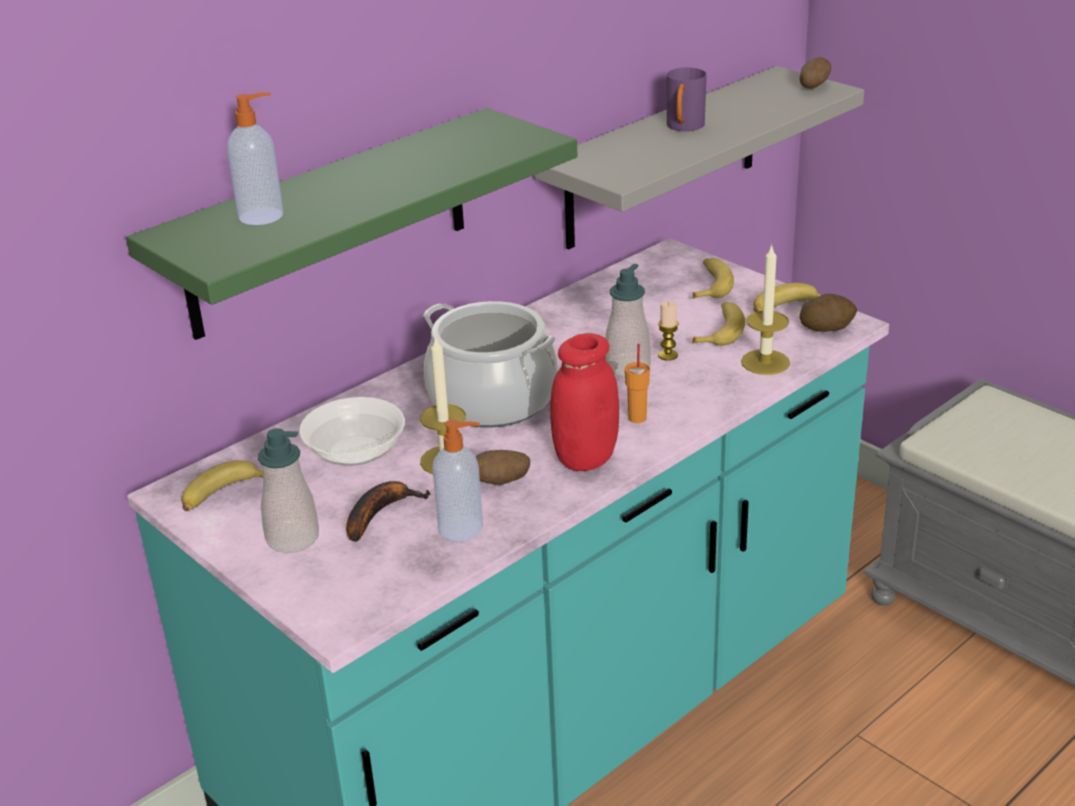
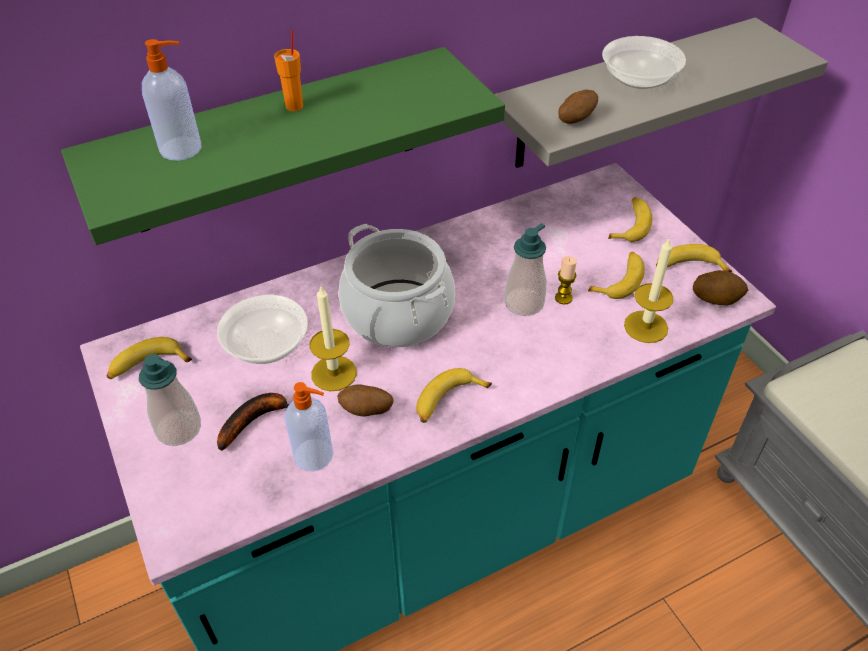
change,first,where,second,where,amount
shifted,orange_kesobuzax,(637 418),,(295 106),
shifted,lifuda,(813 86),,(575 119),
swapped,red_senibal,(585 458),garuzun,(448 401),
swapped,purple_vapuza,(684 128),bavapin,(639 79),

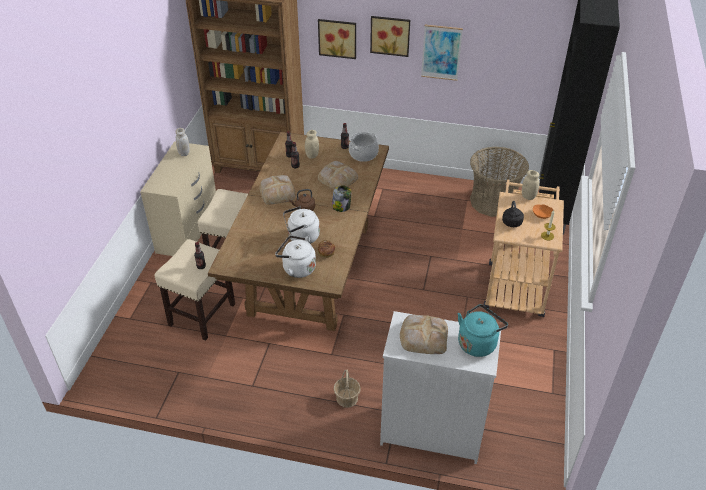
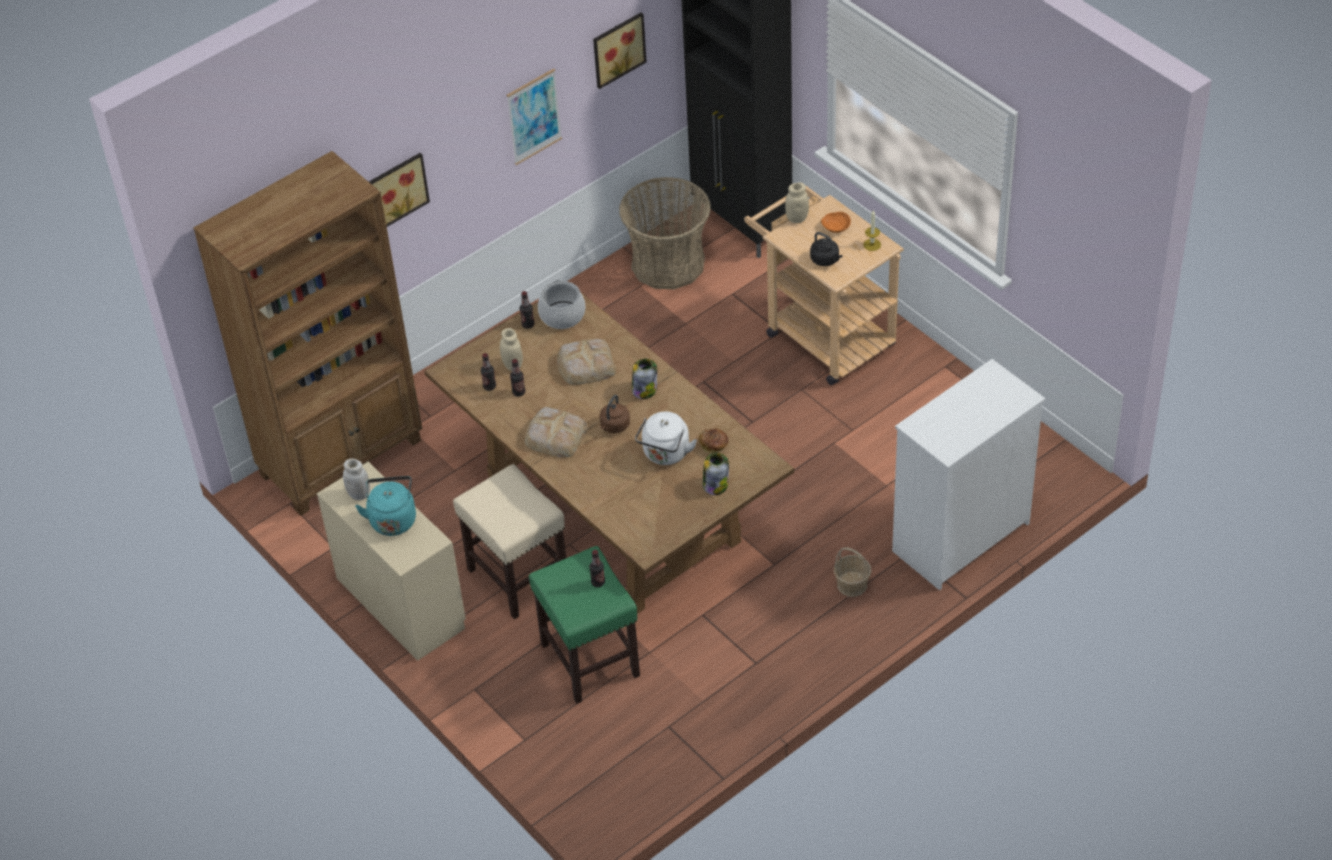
change,first,where,second,where,amount
gone,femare,(423 336),,,
shifted,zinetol,(390 35),,(617 48),
shifted,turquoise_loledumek,(478 343),,(392 519),
swapped,white_loledumek,(297 268),senibal,(715 485),
repainted,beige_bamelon,(202 314),green_bamelon,(589 659),

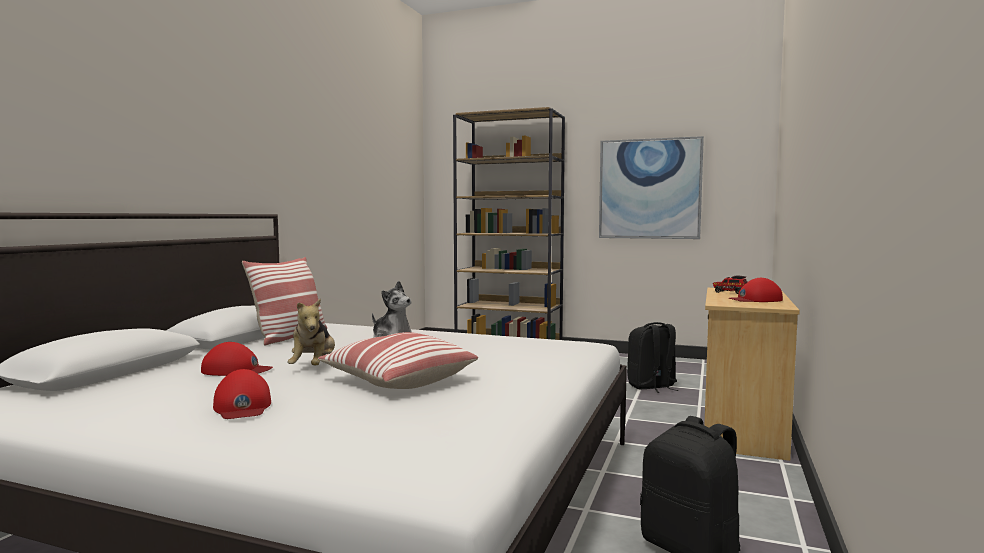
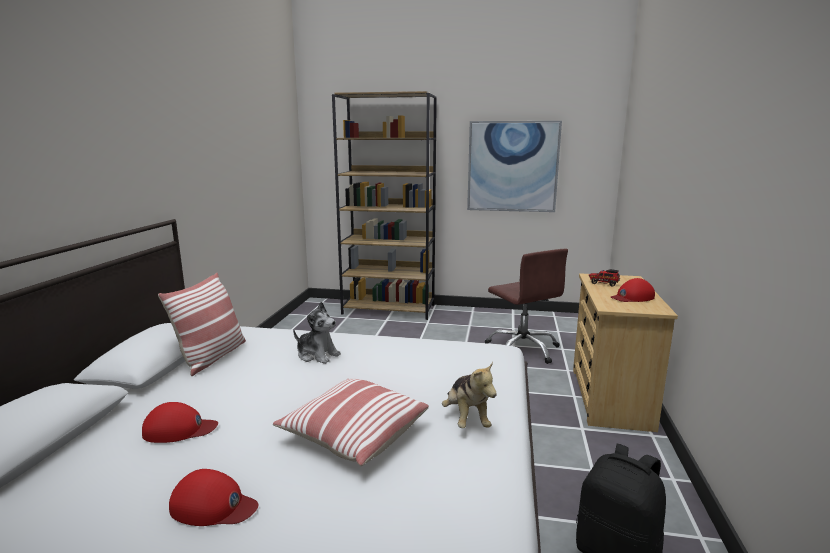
change,first,where,second,where,amount
shifted,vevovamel,(314 367),,(466 419),
swapped,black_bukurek,(652 387),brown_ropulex,(523 349),
rotated,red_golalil,(242 406),,(213 506),45 degrees counterclockwise

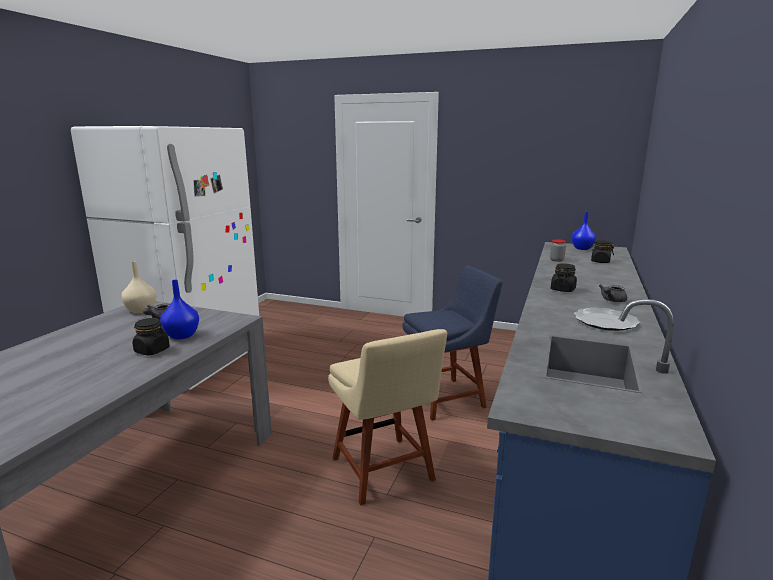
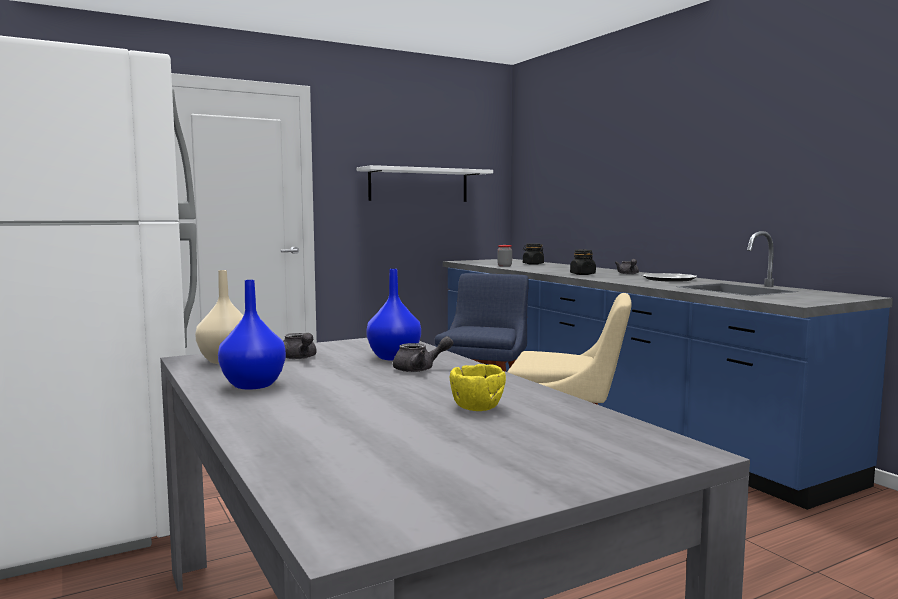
change,first,where,second,where,amount
new,,,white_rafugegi,(418 185),
new,,,yellow_bavapin,(476 407),
shifted,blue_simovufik,(582 248),,(253 385),
swapped,black_senibal,(152 350),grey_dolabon,(420 369),

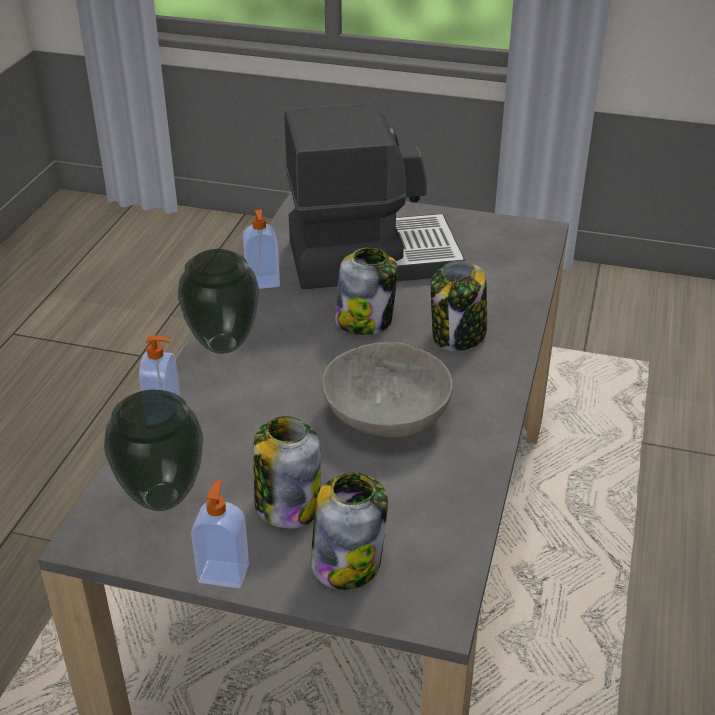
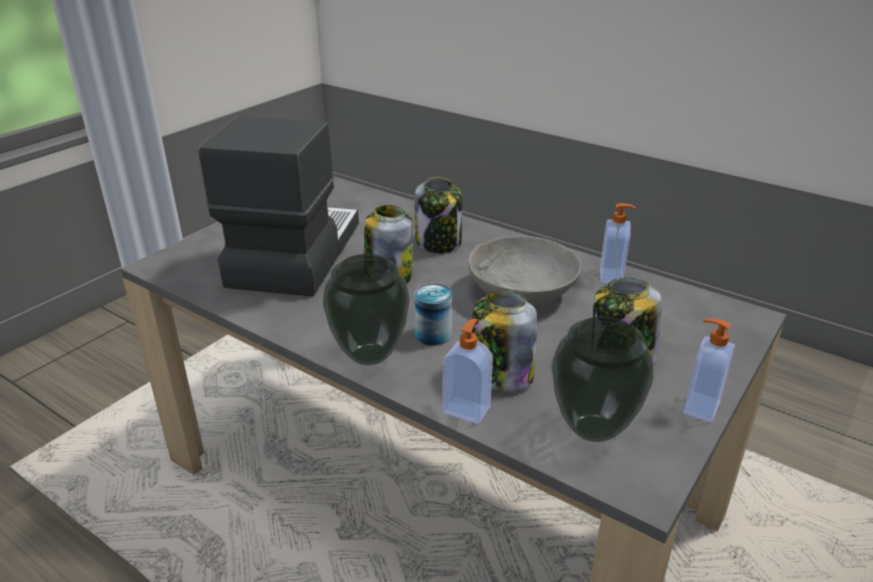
change,first,where,second,where,amount
new,,,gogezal,(433 334),
shifted,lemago,(263 283),,(612 276),
shifted,senibal,(347 562),,(500 374),

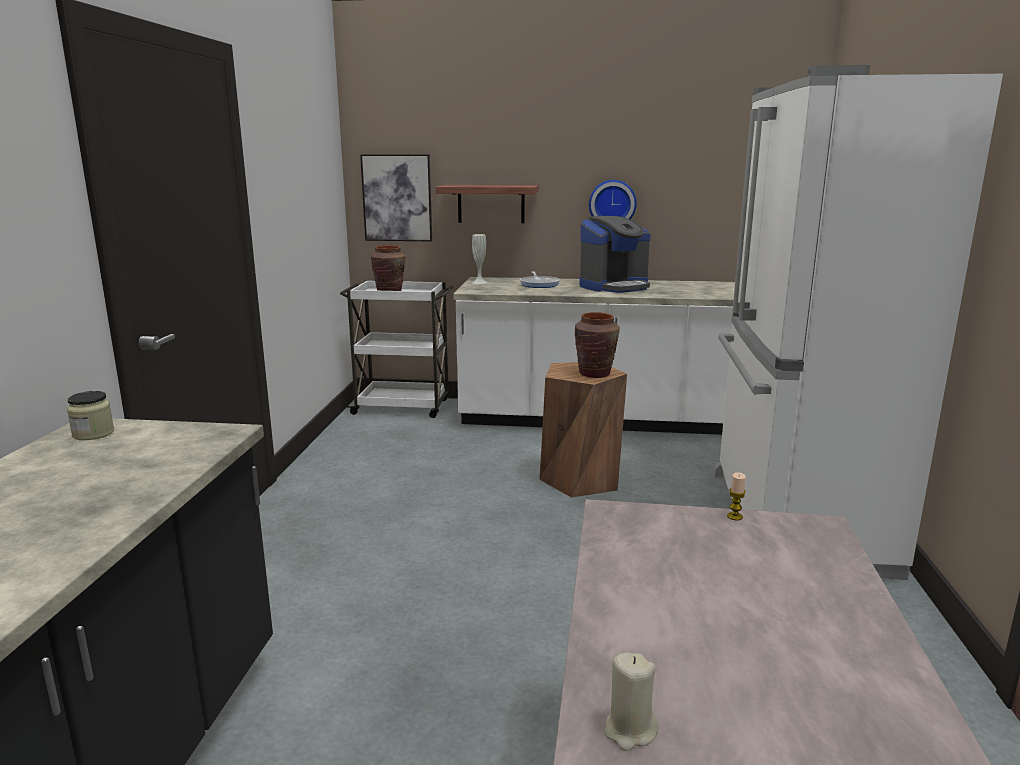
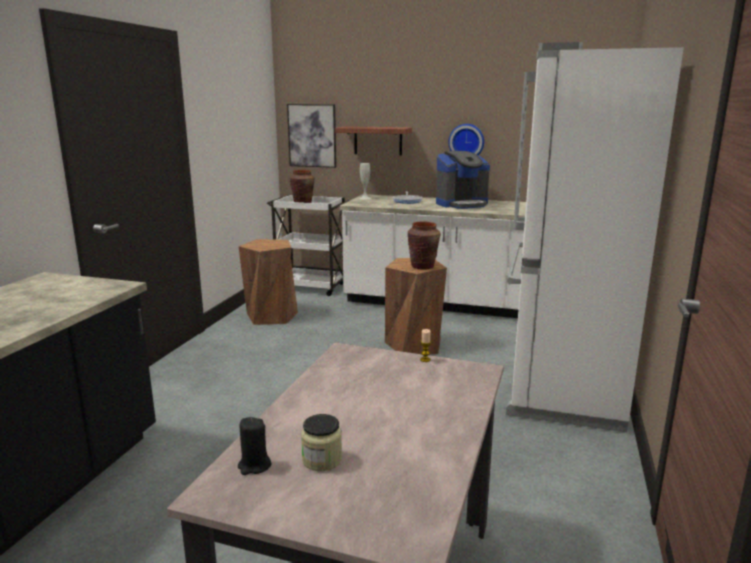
change,first,where,second,where,amount
new,,,brown_bamelon,(271 316),
shifted,senibal,(93 434),,(322 460),
repainted,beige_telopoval,(629 731),black_telopoval,(254 466),

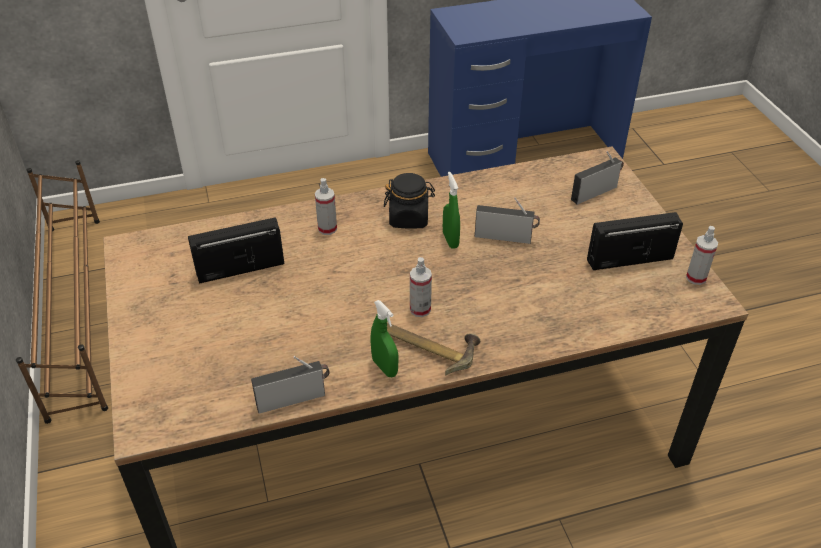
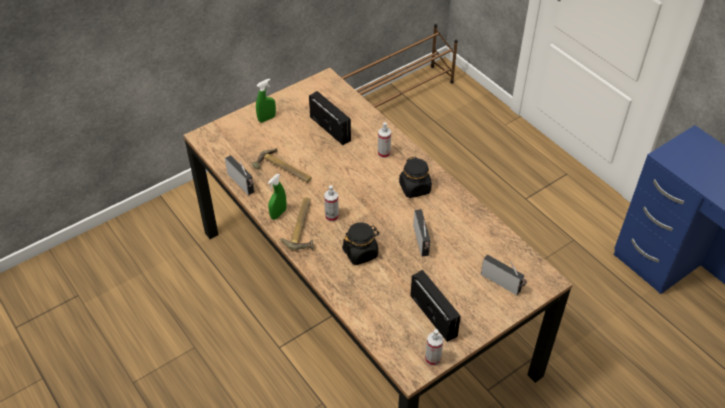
change,first,where,second,where,amount
new,,,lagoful,(283 171),
new,,,black_senibal,(360 253),
shifted,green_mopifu,(450 240),,(267 118),

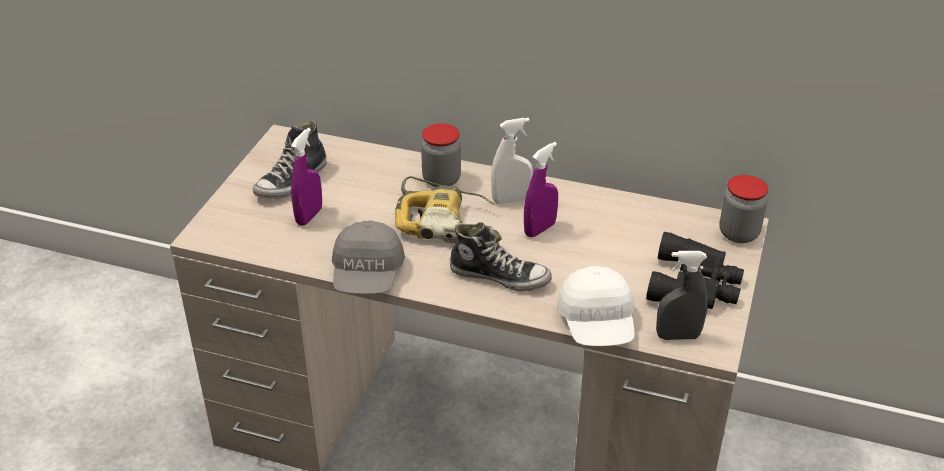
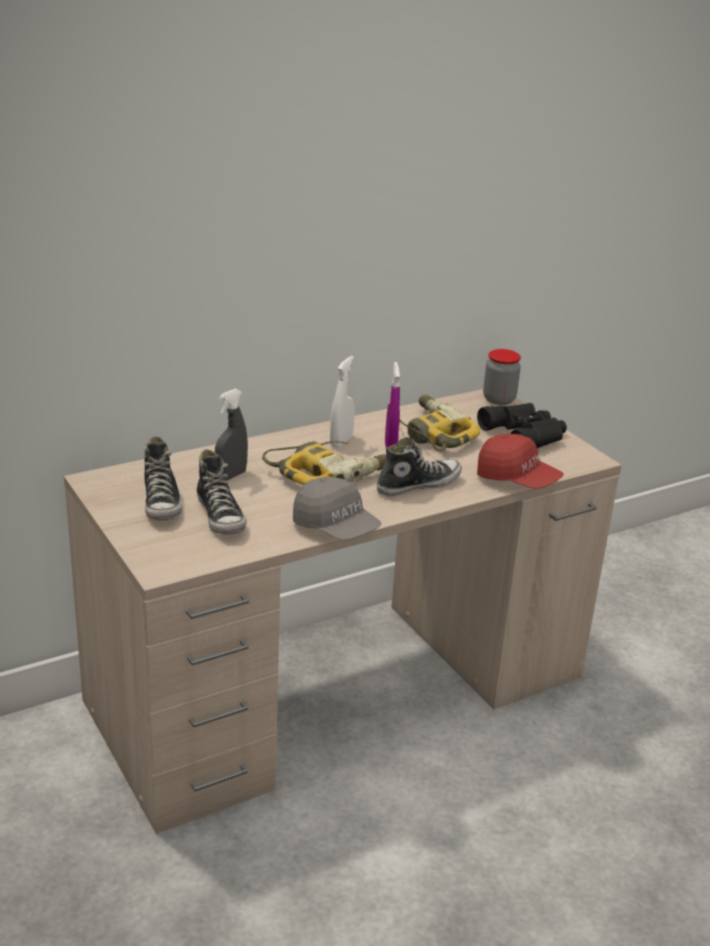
change,first,where,second,where,amount
gone,senibal,(441 179),,,
new,,,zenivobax,(430 433),
shifted,grey_mopifu,(678 336),,(231 476),
swapped,purple_mopifu,(309 216),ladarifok,(221 516),
repainted,white_golalil,(597 324),red_golalil,(517 479),

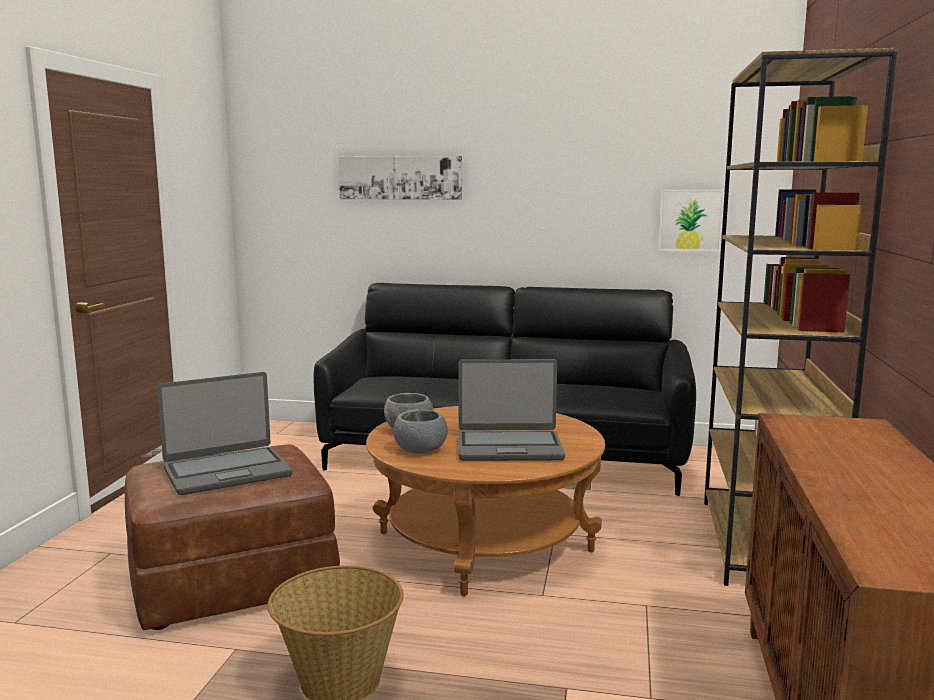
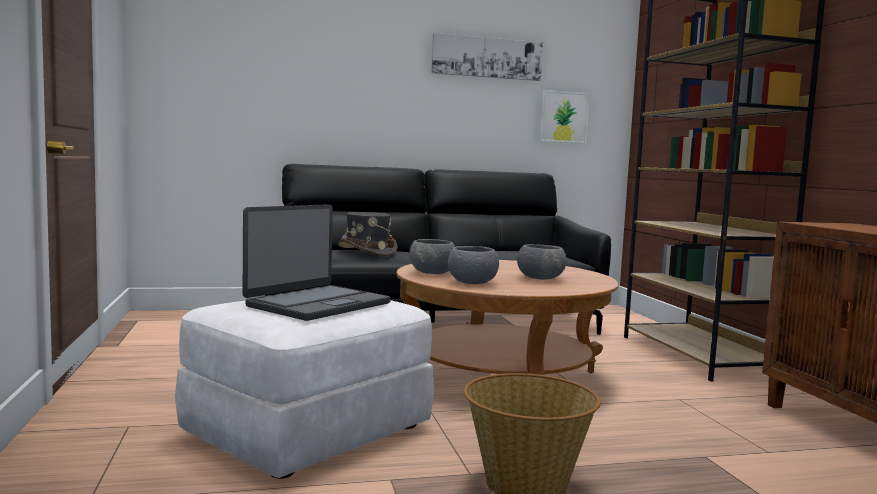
change,first,where,second,where,amount
new,,,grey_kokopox,(367 251),
shifted,zinetol,(400 178),,(487 58),
swapped,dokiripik,(509 447),grey_bavapin,(540 278),
repainted,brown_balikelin,(234 580),white_balikelin,(308 429),

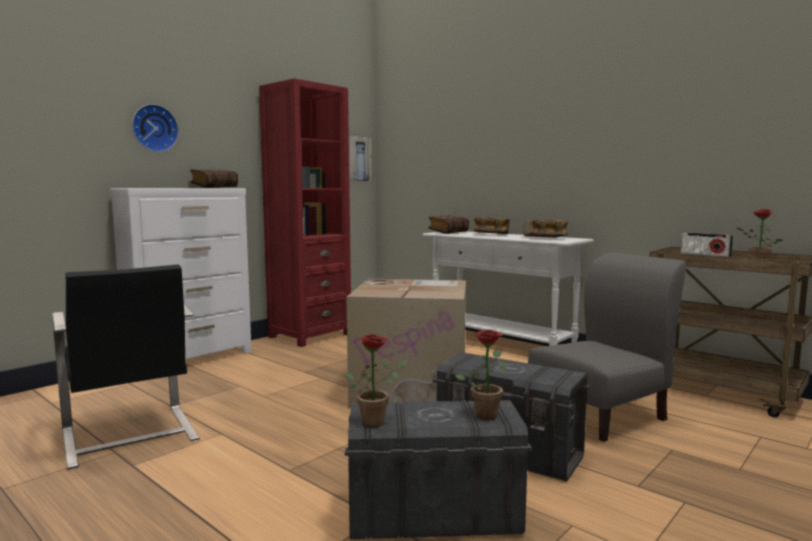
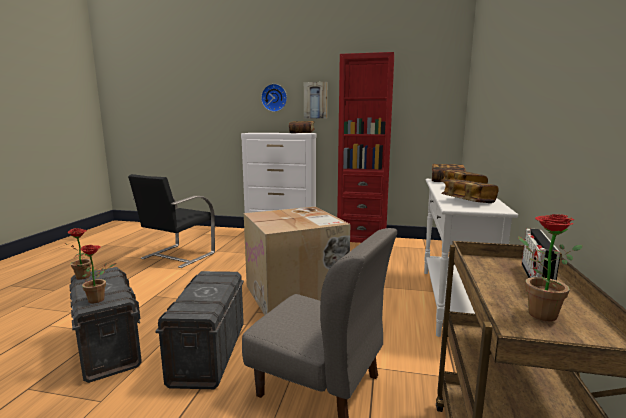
change,first,where,second,where,amount
shifted,zinetol,(357 159),,(315 100),

